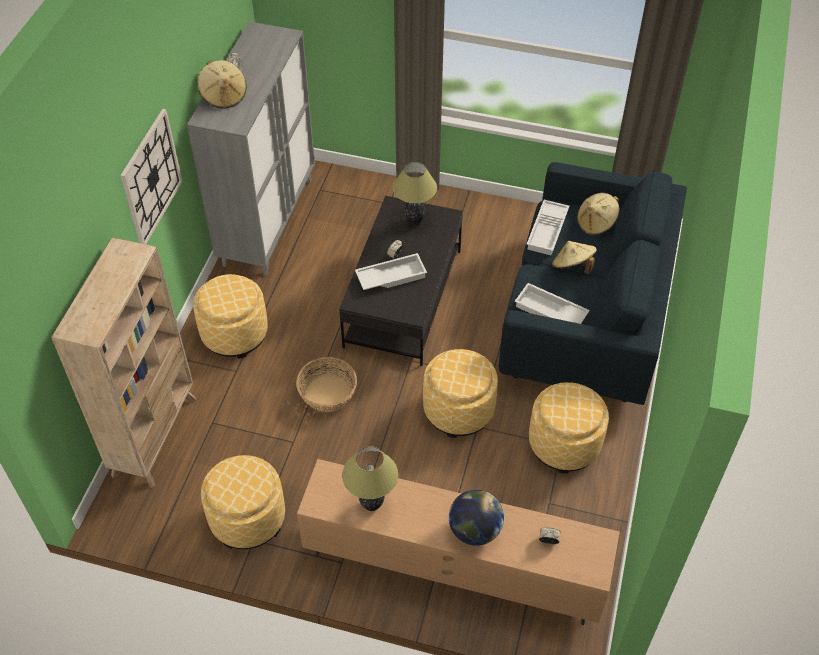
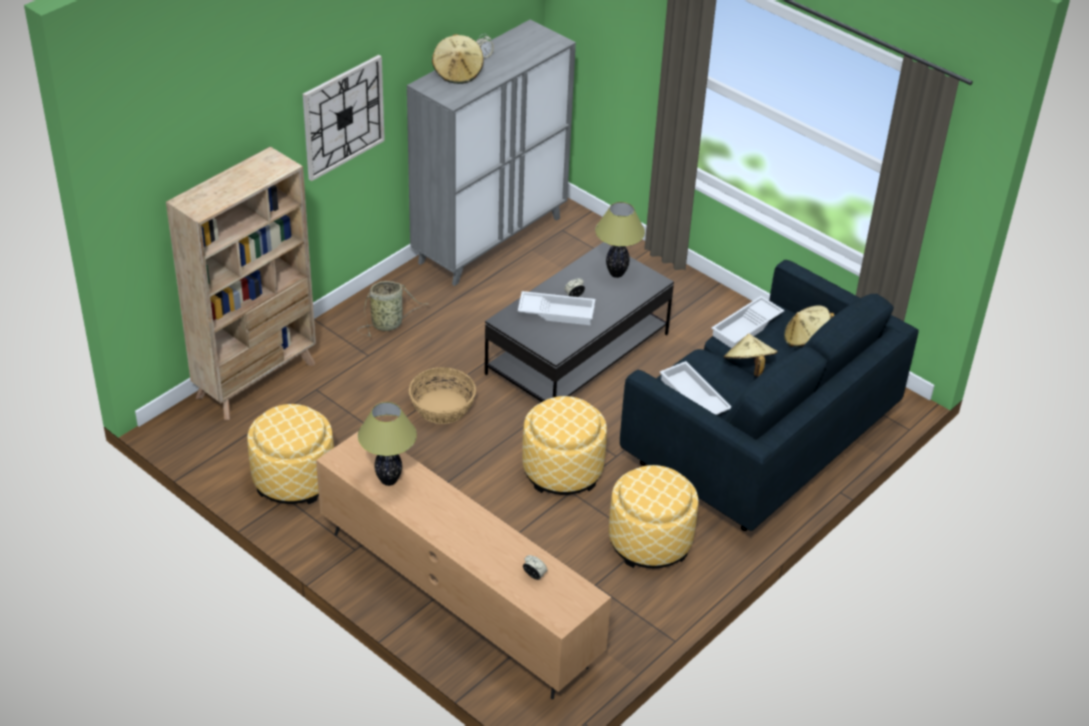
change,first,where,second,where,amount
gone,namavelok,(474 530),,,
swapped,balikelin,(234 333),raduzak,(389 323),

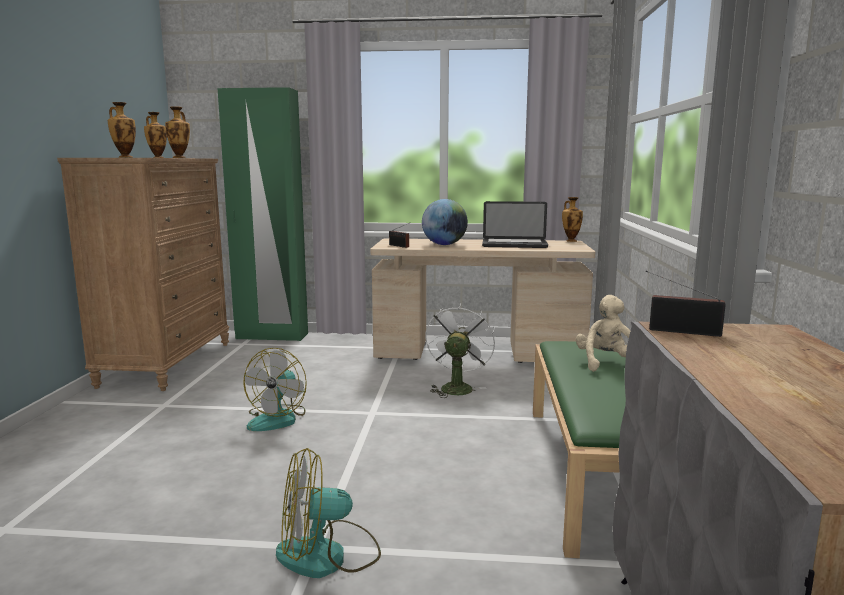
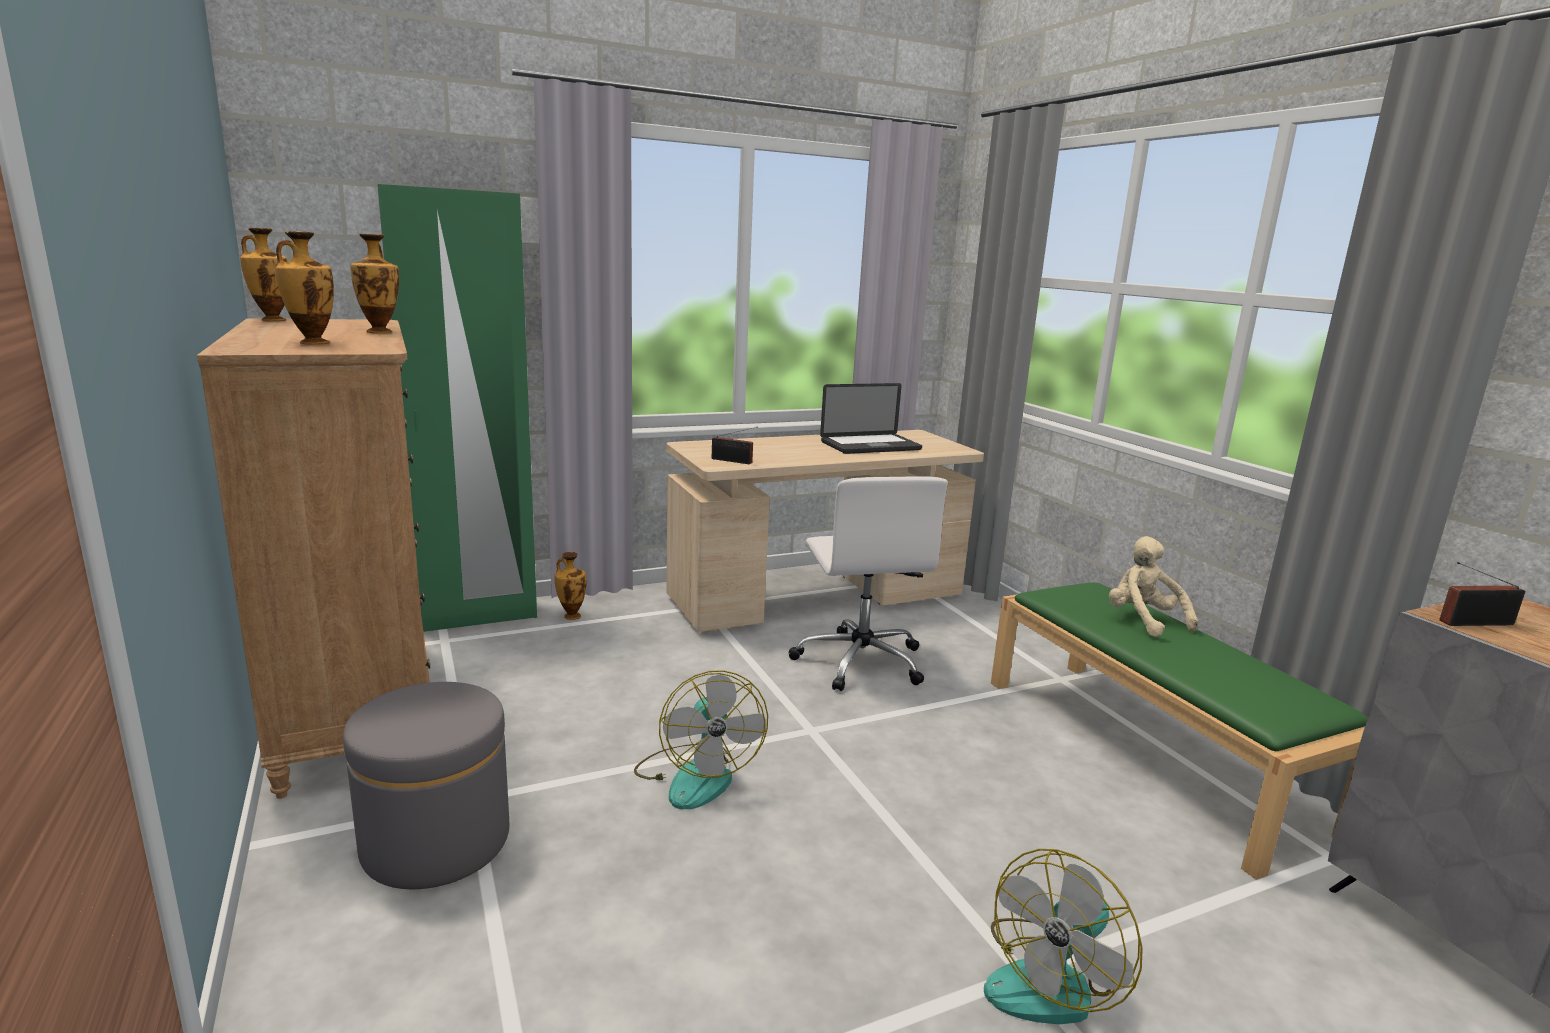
change,first,where,second,where,amount
gone,namavelok,(444 244),,,
new,,,grey_balikelin,(436 842),
shifted,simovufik,(570 241),,(571 616),
swapped,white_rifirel,(457 387),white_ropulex,(860 661),

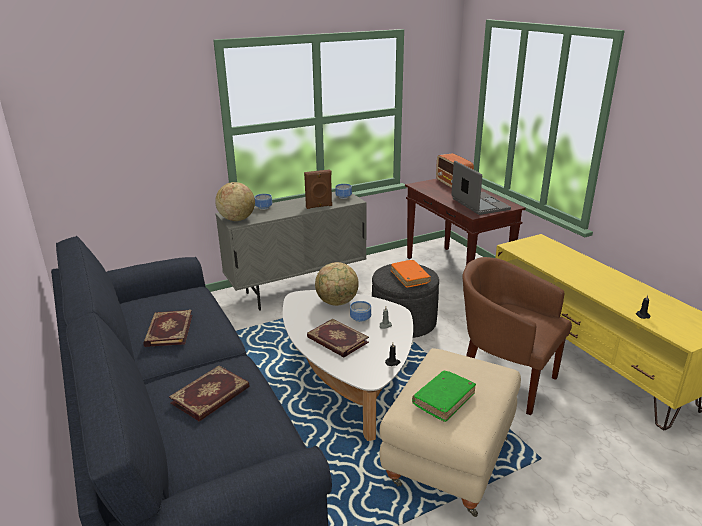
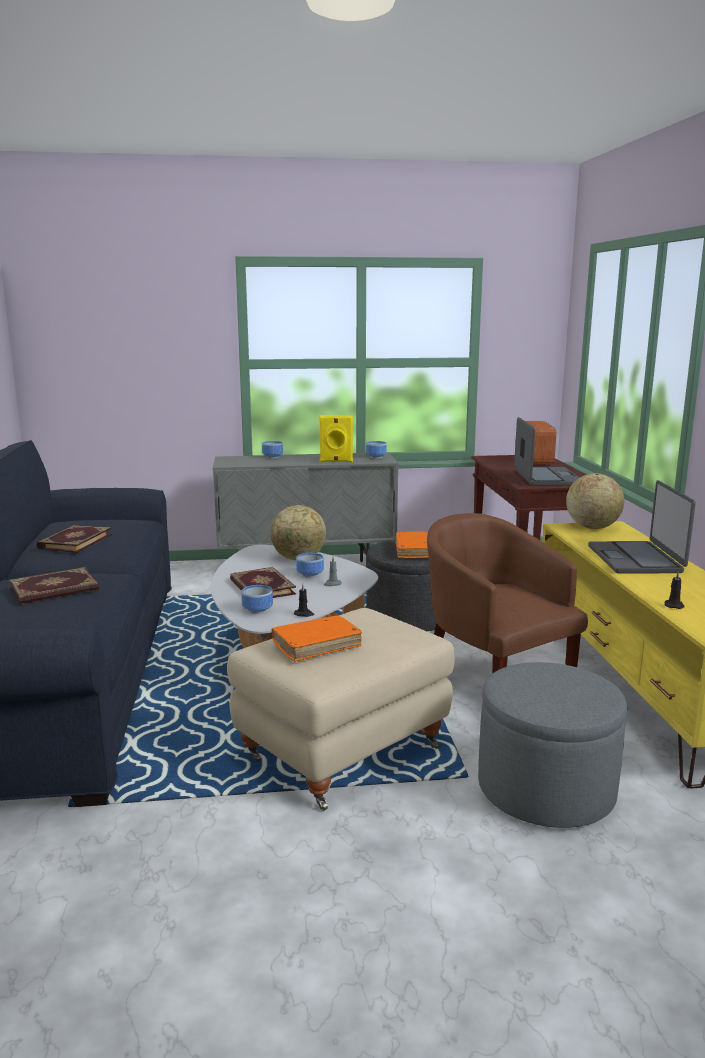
change,first,where,second,where,amount
new,,,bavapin,(256 611),
new,,,grey_balikelin,(545 789),
new,,,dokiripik,(636 559),
shifted,namavelok,(237 219),,(592 527),
repainted,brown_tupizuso,(319 206),yellow_tupizuso,(336 461),
repainted,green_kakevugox,(443 400),orange_kakevugox,(316 645),

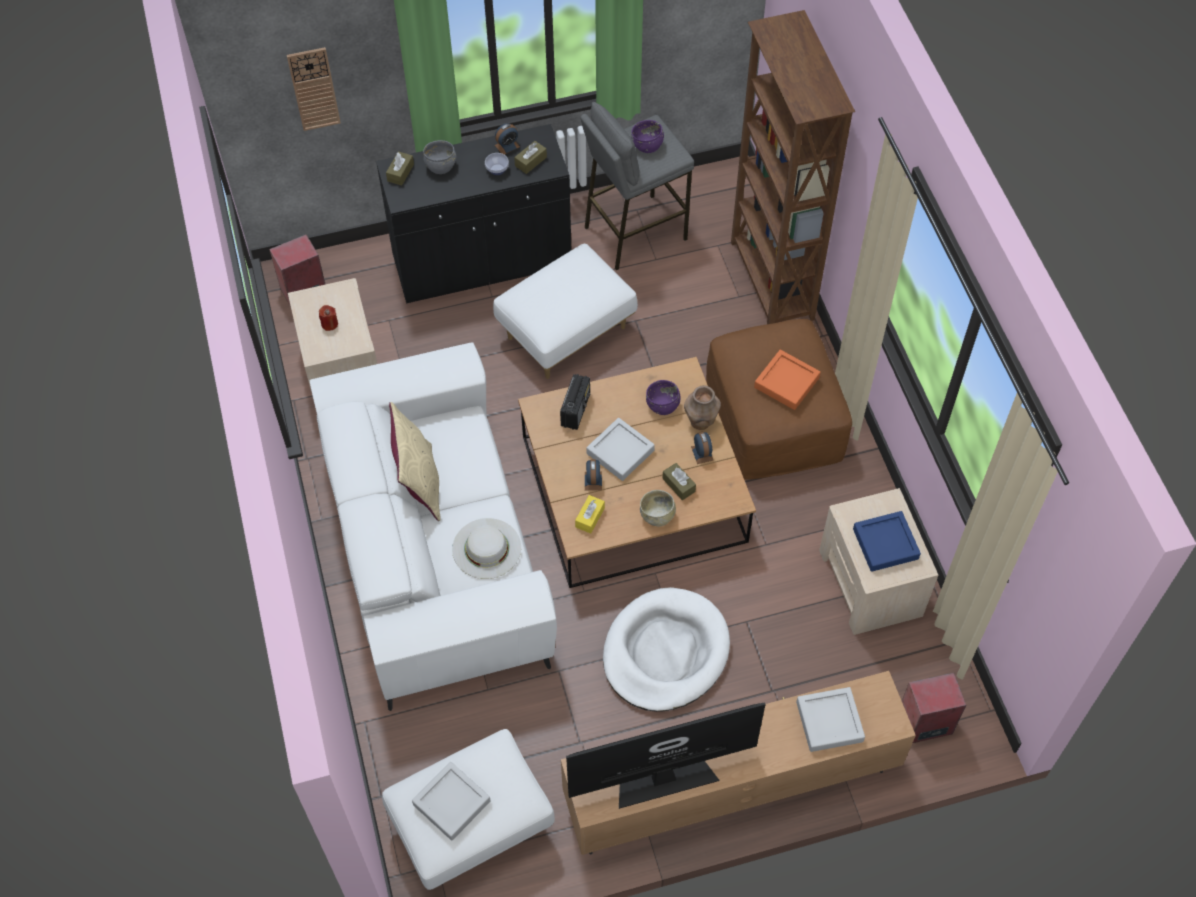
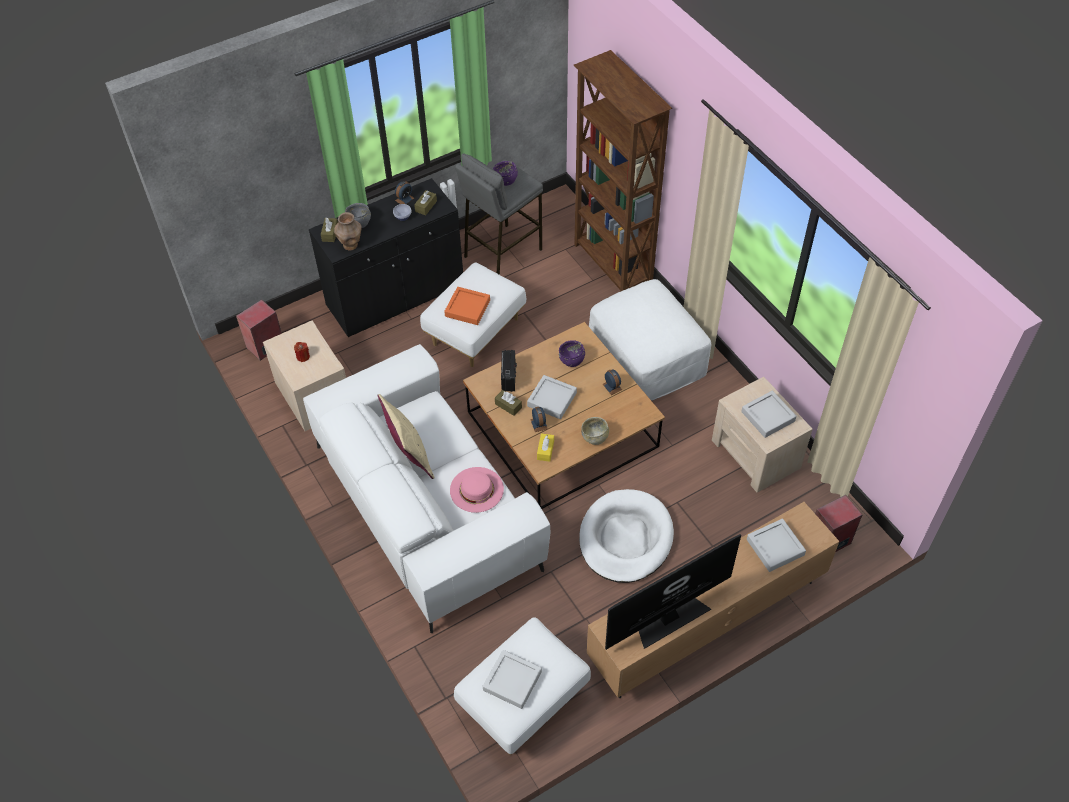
change,first,where,second,where,amount
gone,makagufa,(314 89),,,
shifted,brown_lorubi,(678 485),,(508 406),
shifted,brown_simovufik,(700 422),,(350 245),
shifted,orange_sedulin,(786 382),,(467 308),
repainted,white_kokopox,(486 548),pink_kokopox,(476 489),
repainted,brown_balikelin,(773 416),white_balikelin,(646 356),
repainted,blue_sedulin,(885 544),grey_sedulin,(768 416),

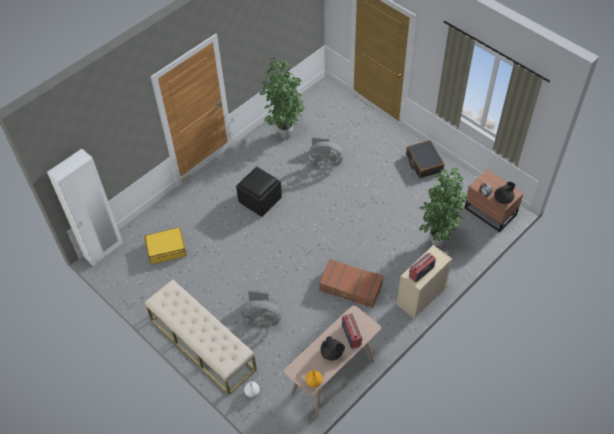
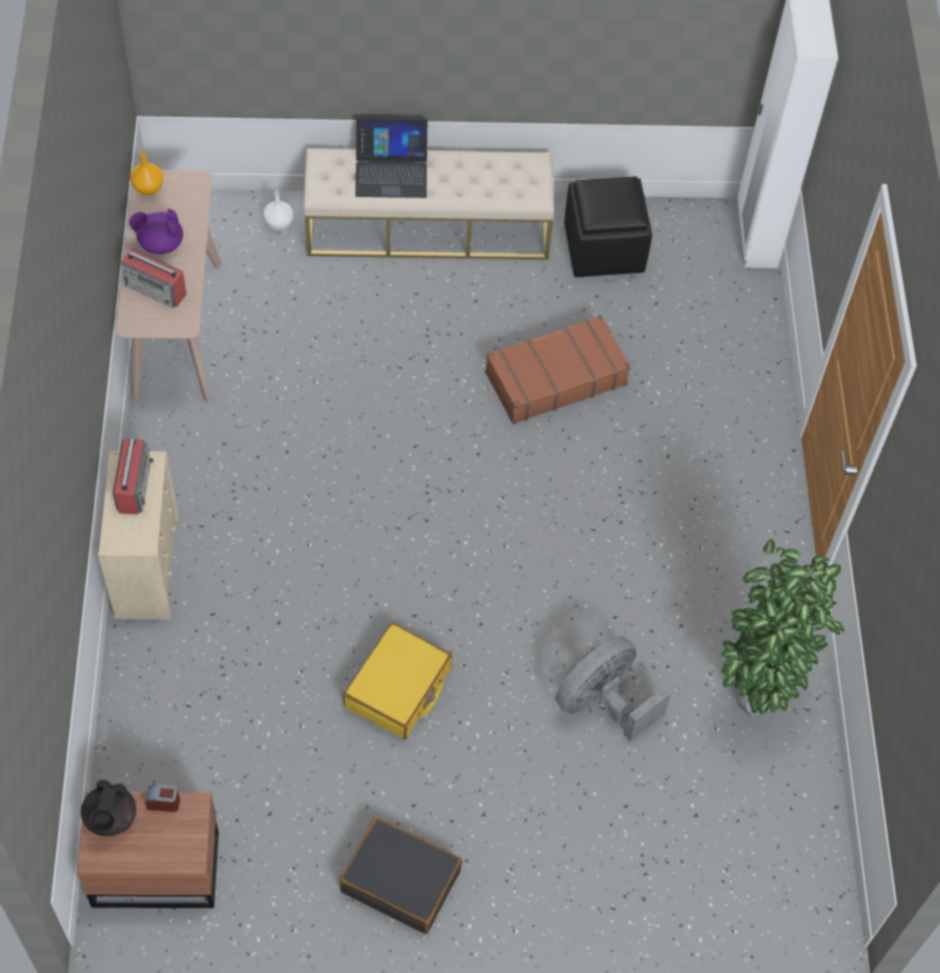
change,first,where,second,where,amount
gone,grey_rifirel,(262 318),,,
gone,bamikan,(437 243),,,
new,,,dokiripik,(391 171),
shifted,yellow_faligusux,(166 249),,(398 688),
shifted,black_balikelin,(260 200),,(604 249),
shifted,brown_faligusux,(350 287),,(555 378),
repainted,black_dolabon,(332 353),purple_dolabon,(160 243),

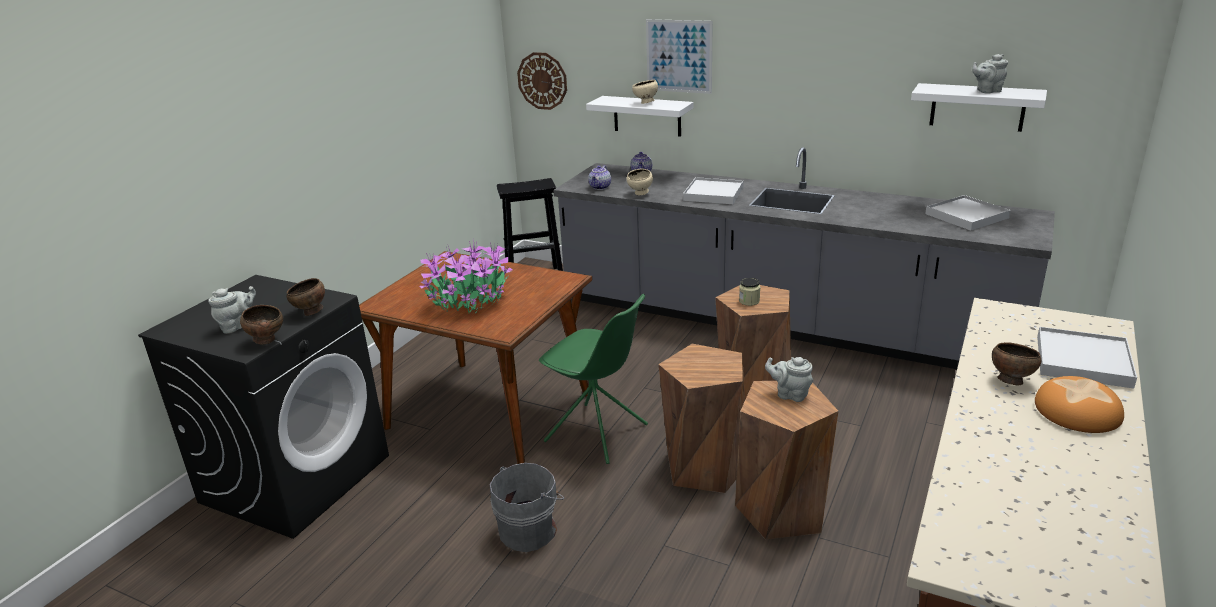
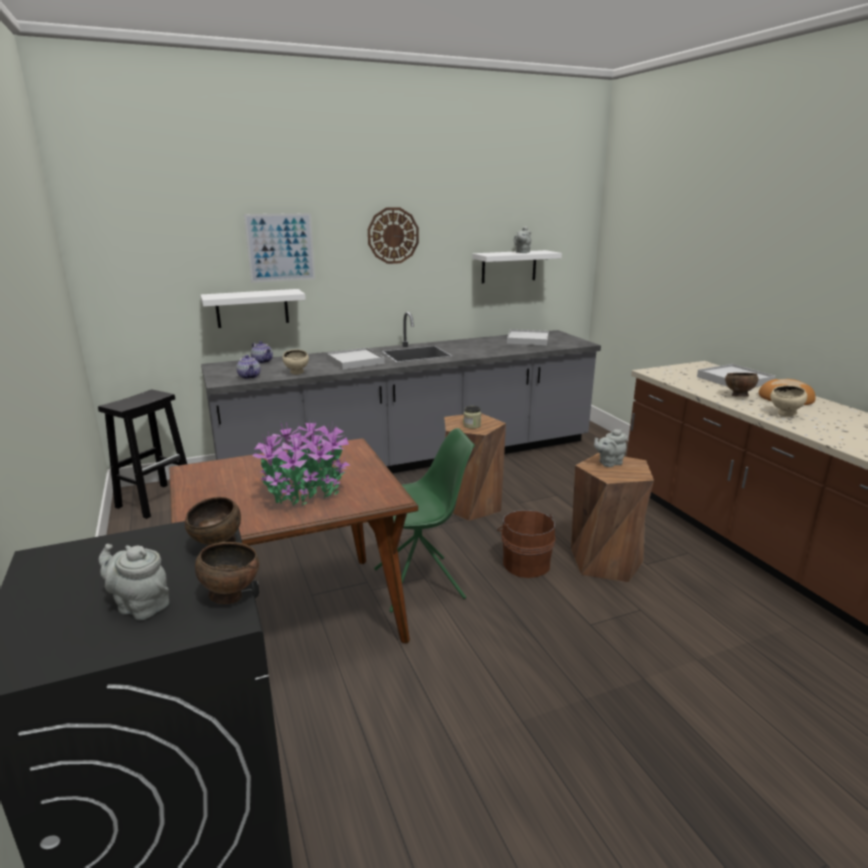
change,first,where,second,where,amount
gone,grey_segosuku,(530 529),,,
shifted,makagufa,(542 81),,(393 235),
shifted,beige_bavapin,(645 103),,(785 415),
swapped,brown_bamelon,(705 467),brown_segosuku,(525 563),
rotated,grey_dolabon,(237 326),,(140 606),60 degrees counterclockwise

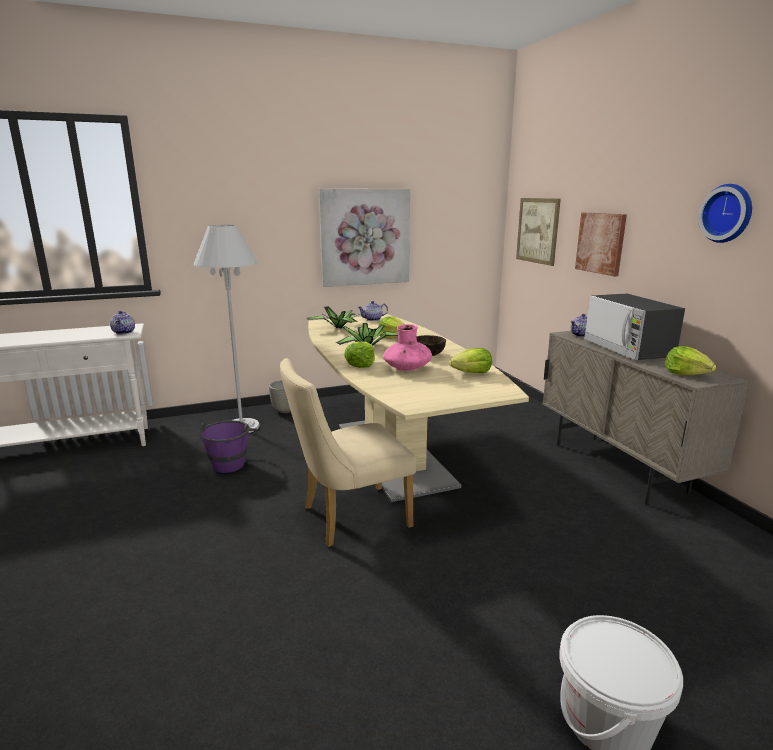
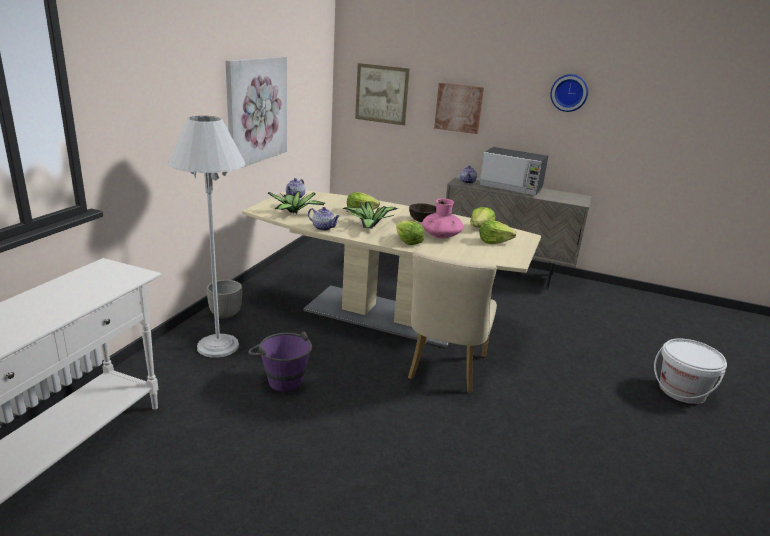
change,first,where,second,where,amount
shifted,dolabon,(124 332),,(324 228),
shifted,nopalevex,(686 374),,(494 241),

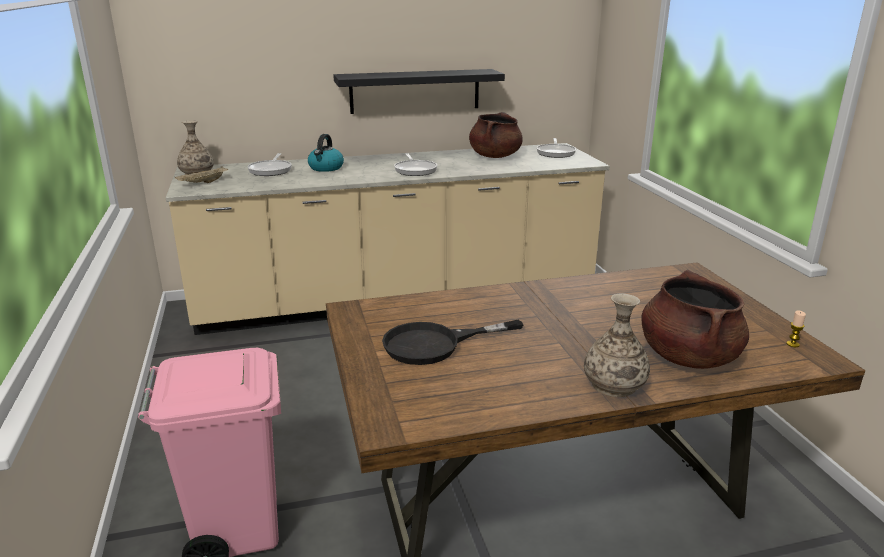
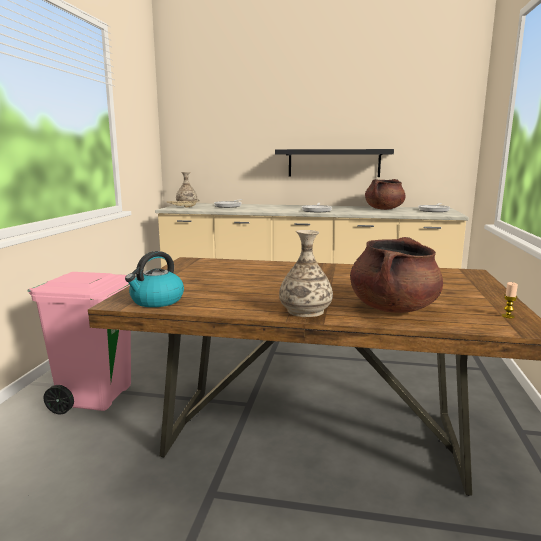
change,first,where,second,where,amount
gone,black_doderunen,(435 344),,,
shifted,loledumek,(326 168),,(156 301),

